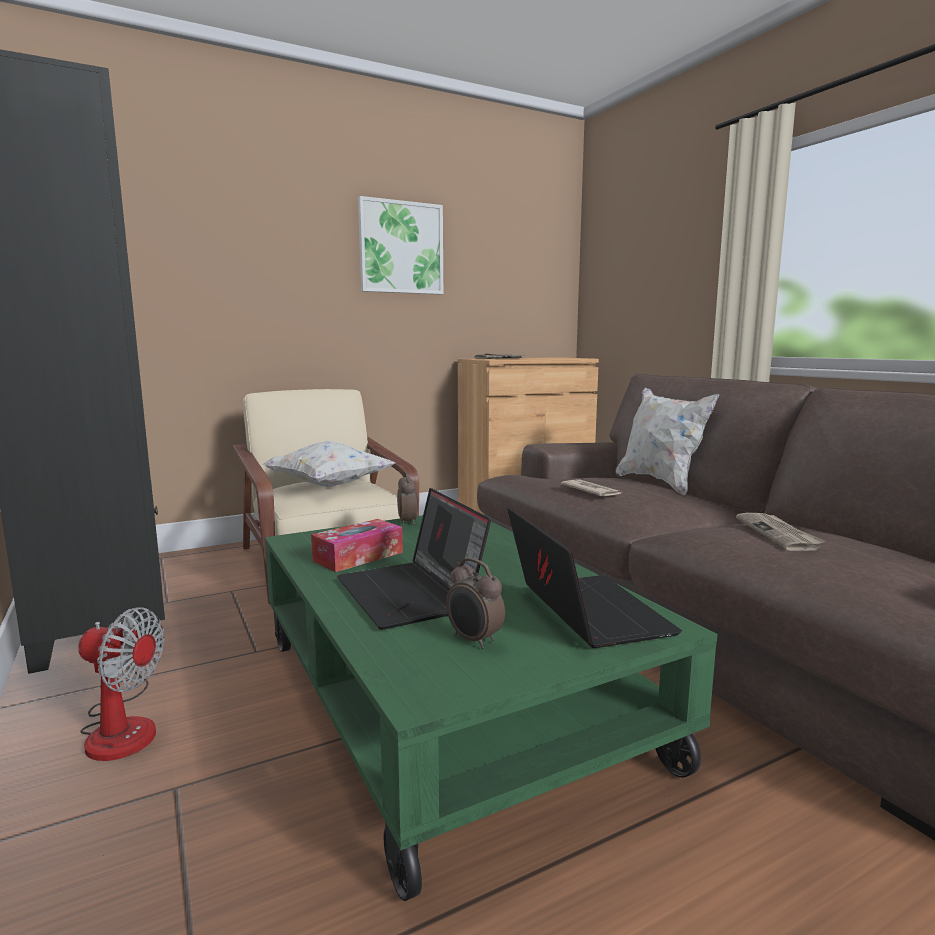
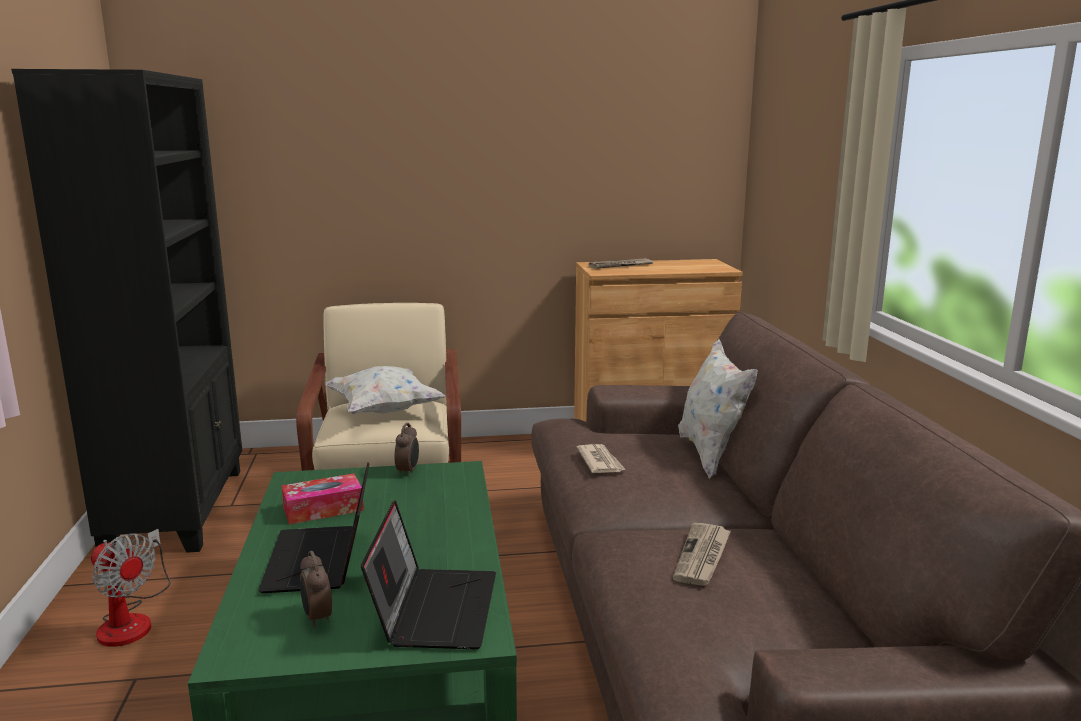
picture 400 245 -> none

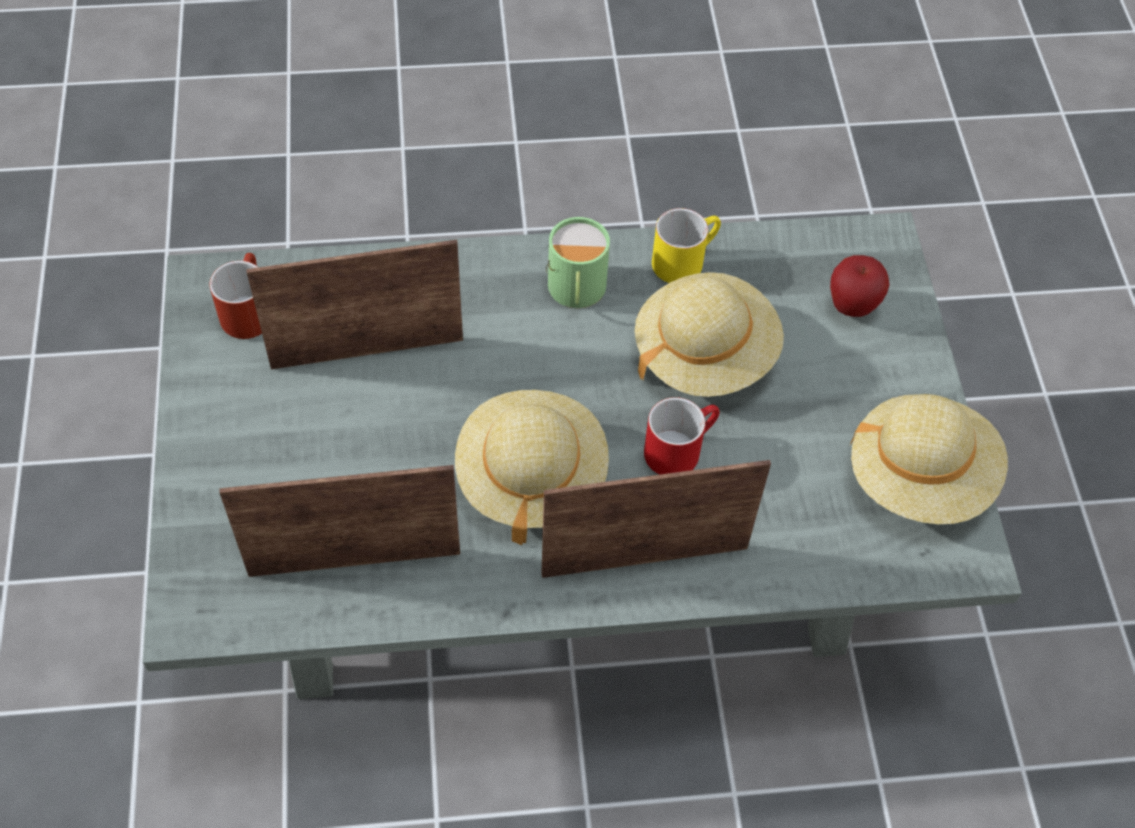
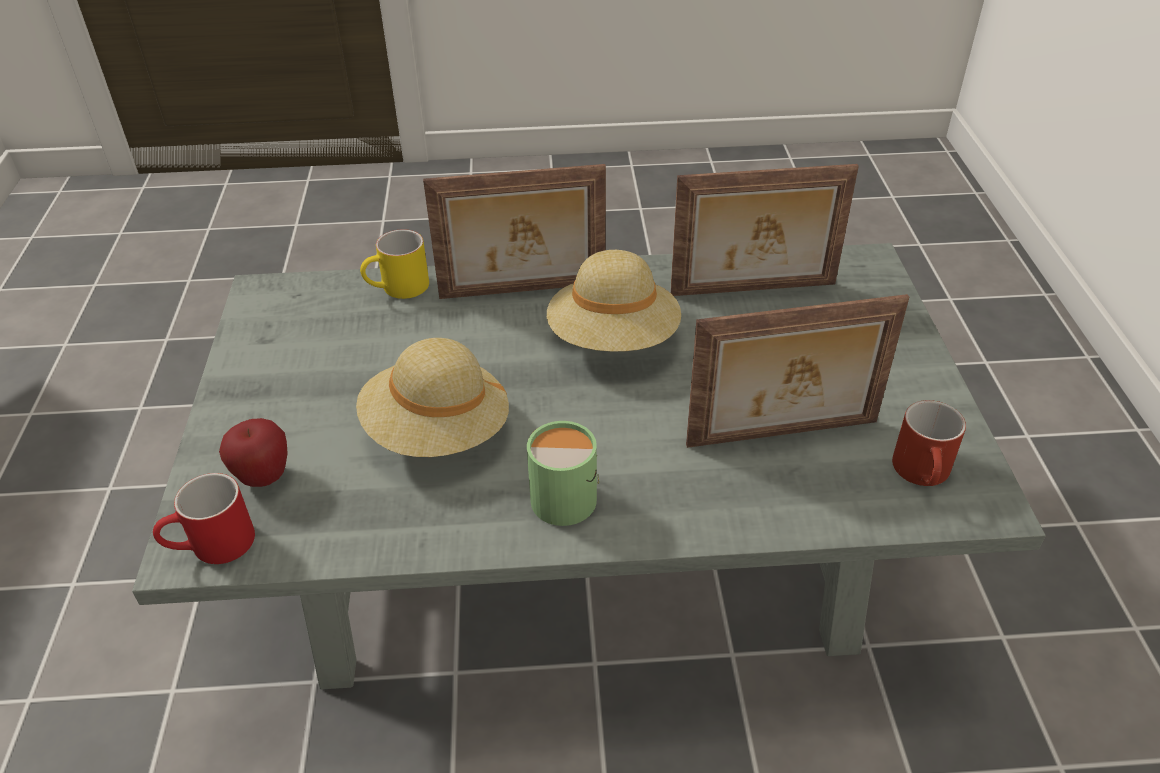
beige hat 929 459 -> none
red mug 682 436 -> red mug 204 518, moved
yellow mug 686 245 -> yellow mug 394 264, moved

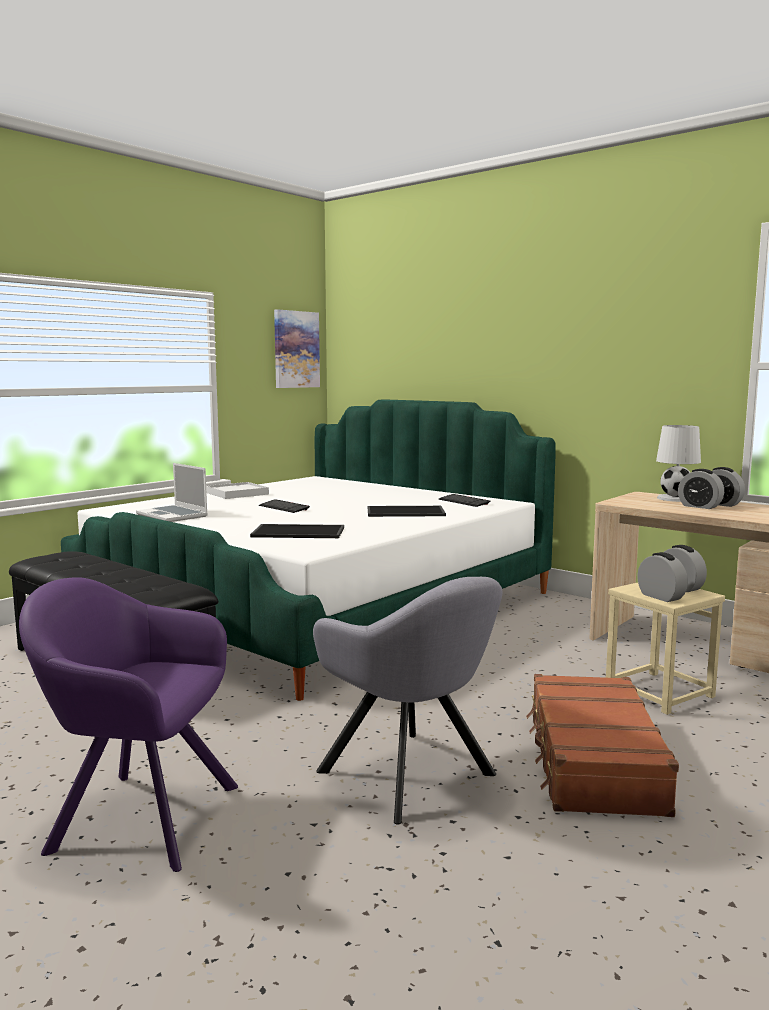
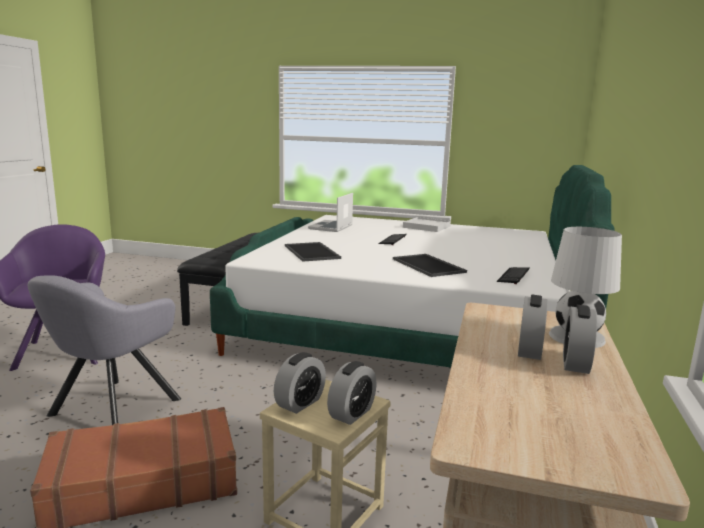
picture 297 348 -> none

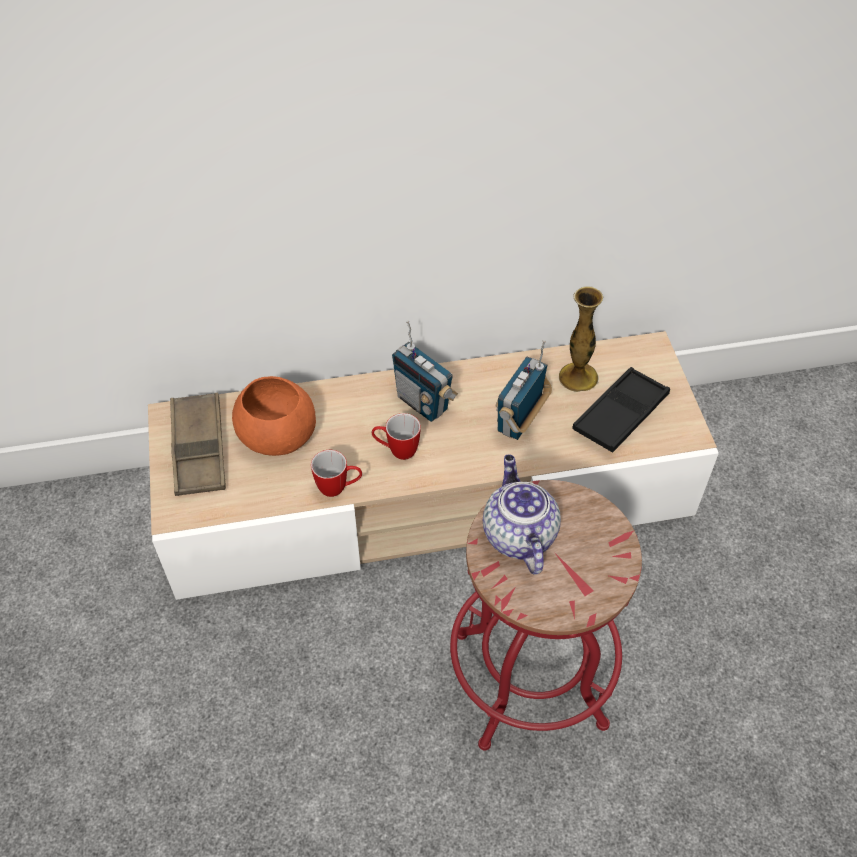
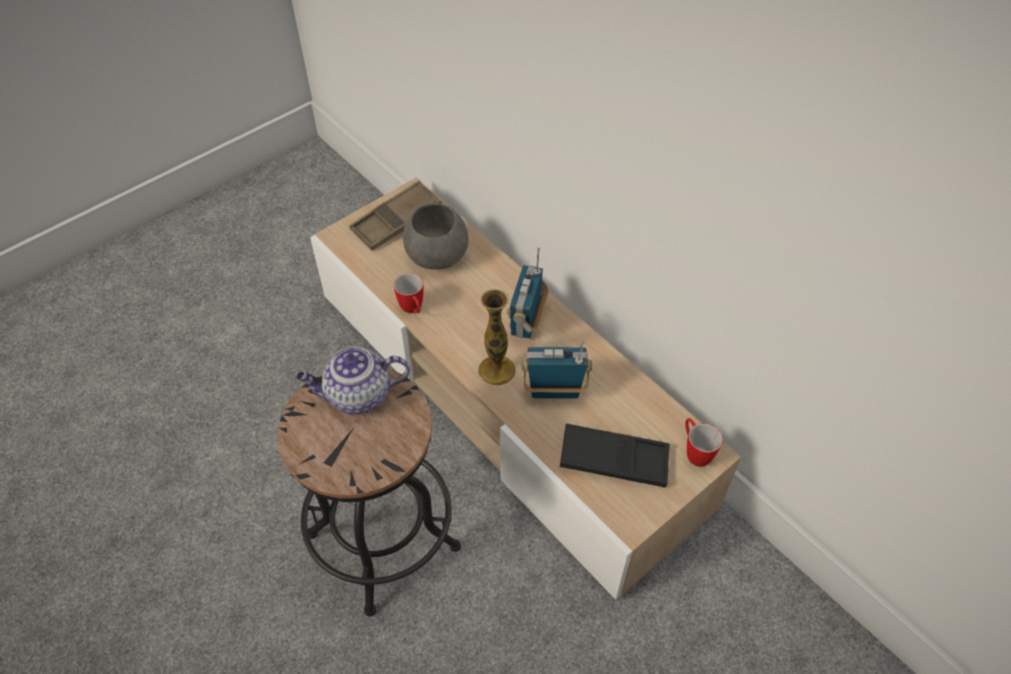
mug 396 436 -> mug 704 442, moved
vase 581 339 -> vase 497 337, moved
orange bowl 274 416 -> grey bowl 436 236
red stool 546 615 -> black stool 369 492
teapot 522 514 -> teapot 353 381, 150 degrees counterclockwise

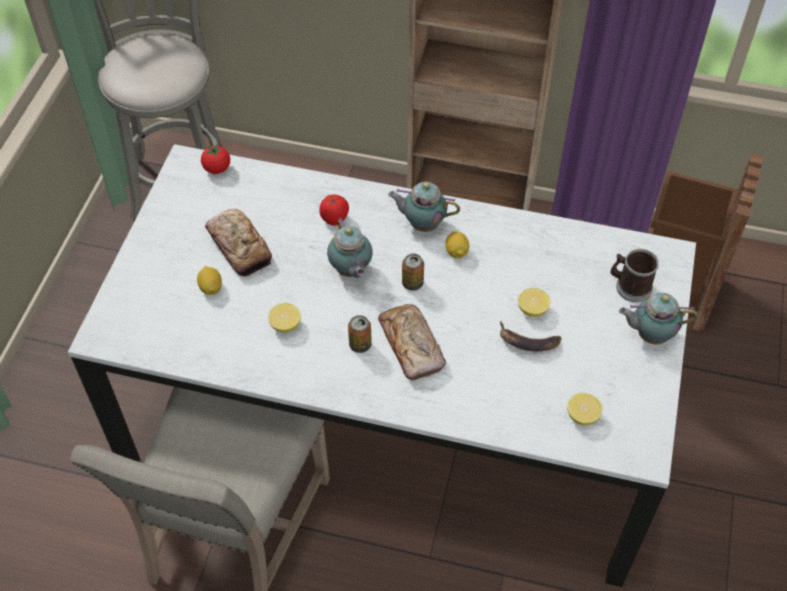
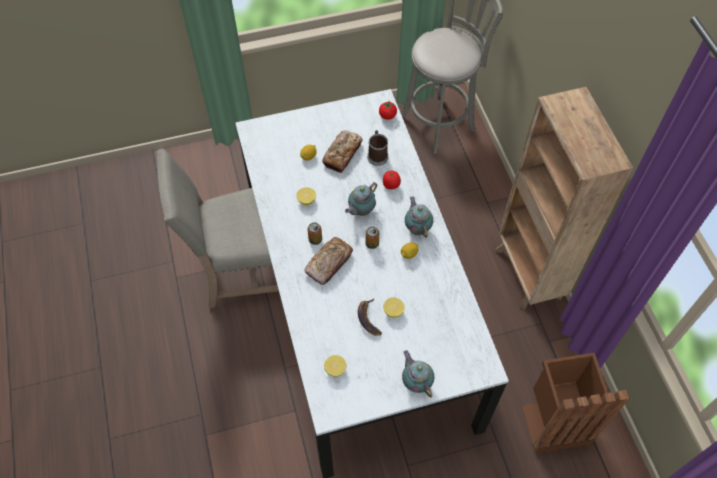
mug 635 276 -> mug 377 148, moved

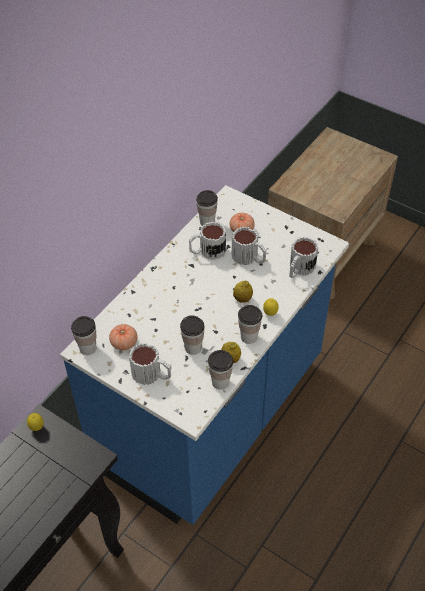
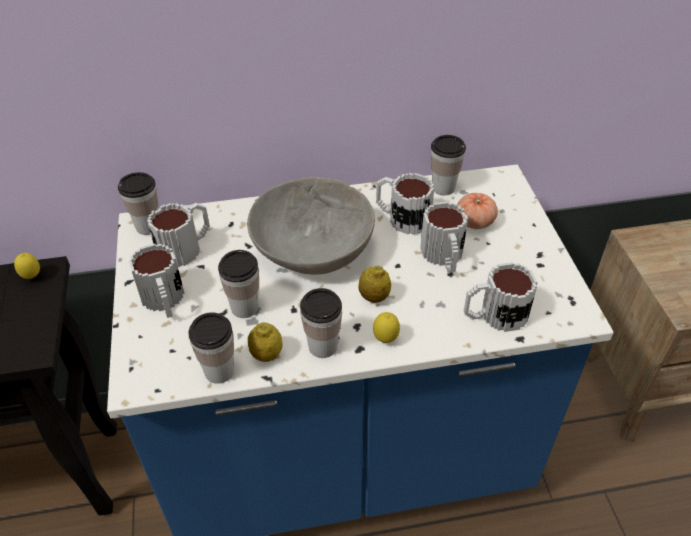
none -> grey bowl 311 225
tomato 123 337 -> mug 178 235

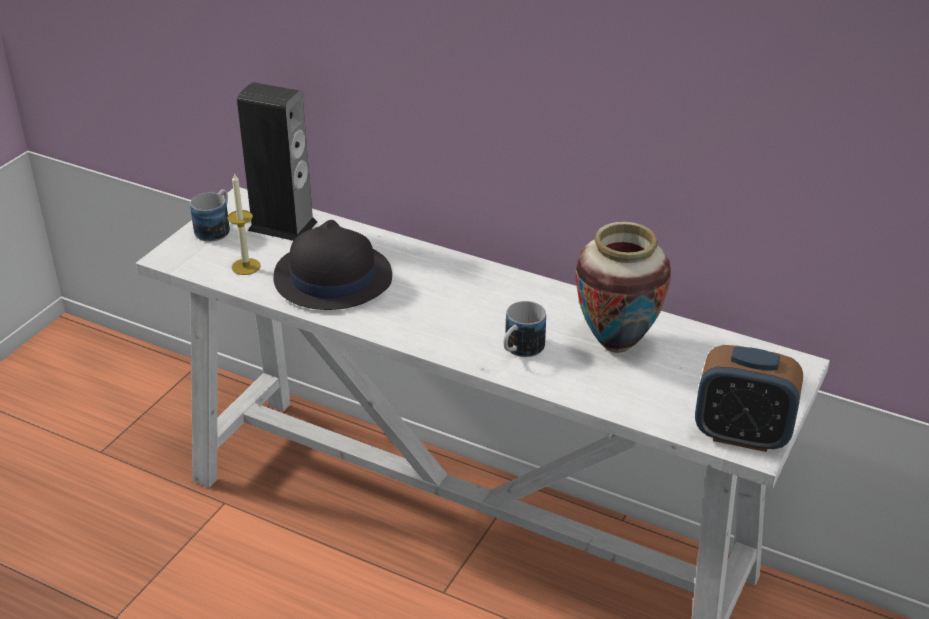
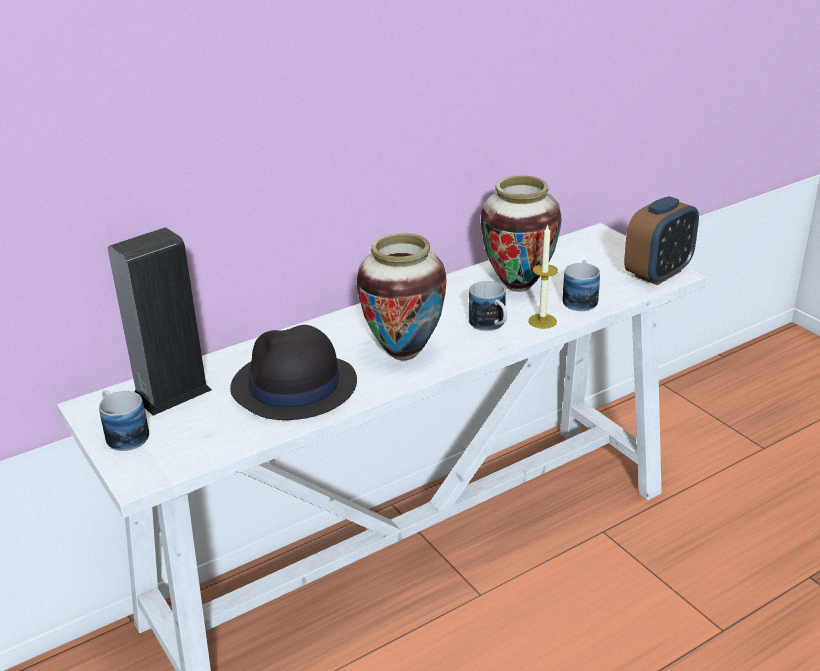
none -> vase 401 296
none -> mug 581 285
candle 244 223 -> candle 543 276, moved

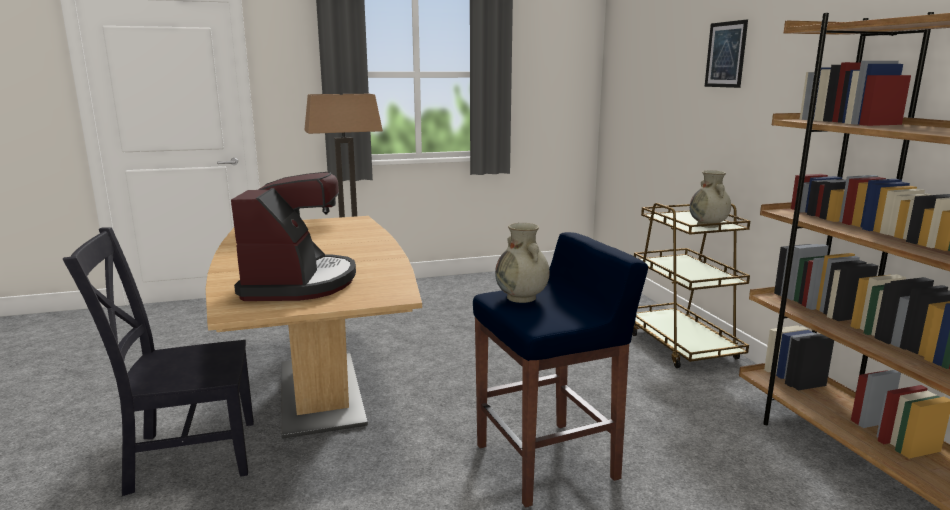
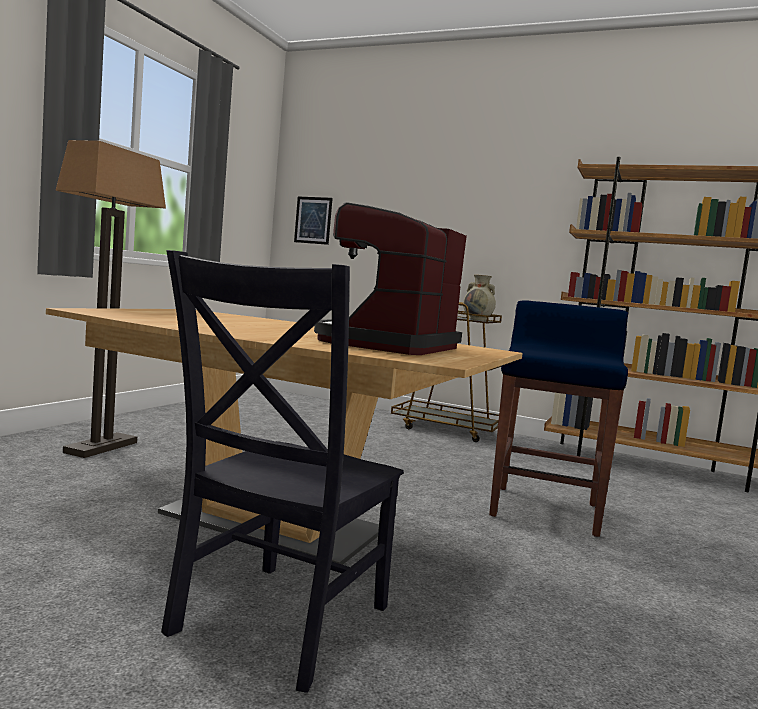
beige vase 522 263 -> none
picture 726 54 -> picture 313 220, moved
coffee machine 293 236 -> coffee machine 390 278, 105 degrees counterclockwise

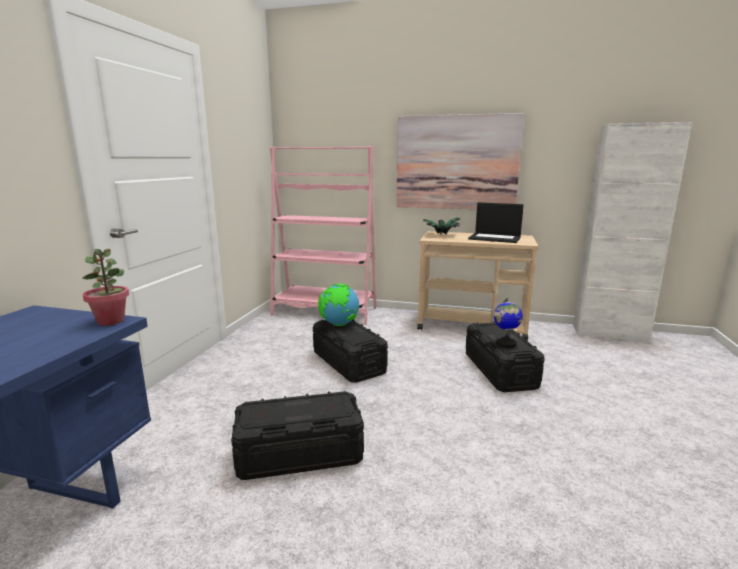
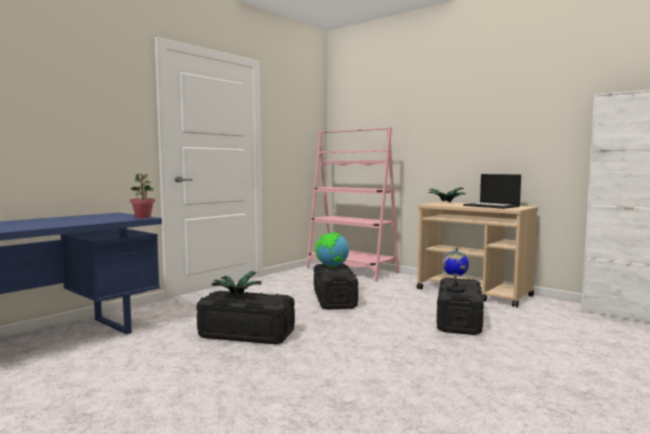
picture 460 161 -> none
none -> potted plant 236 283

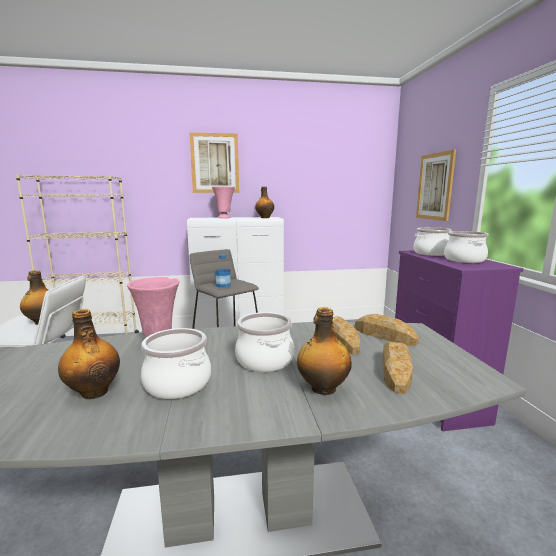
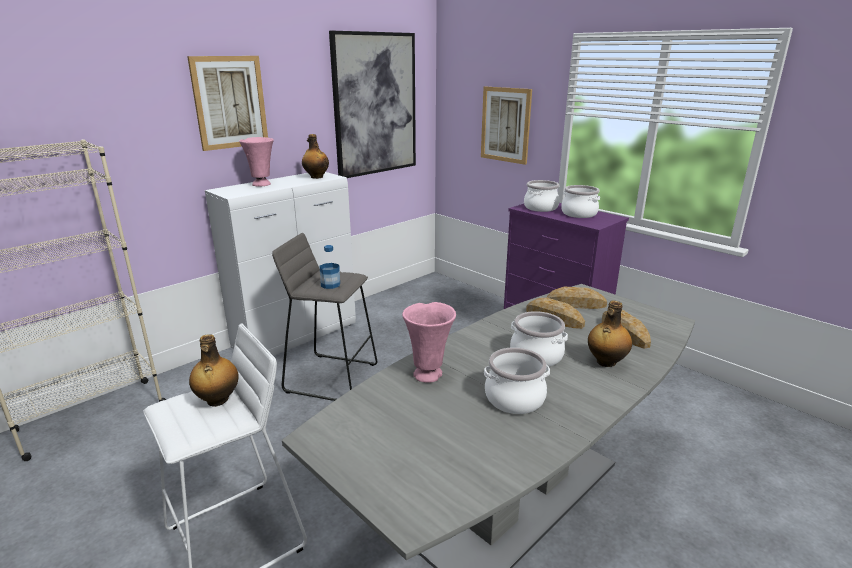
bottle 89 354 -> none
none -> picture 372 104

